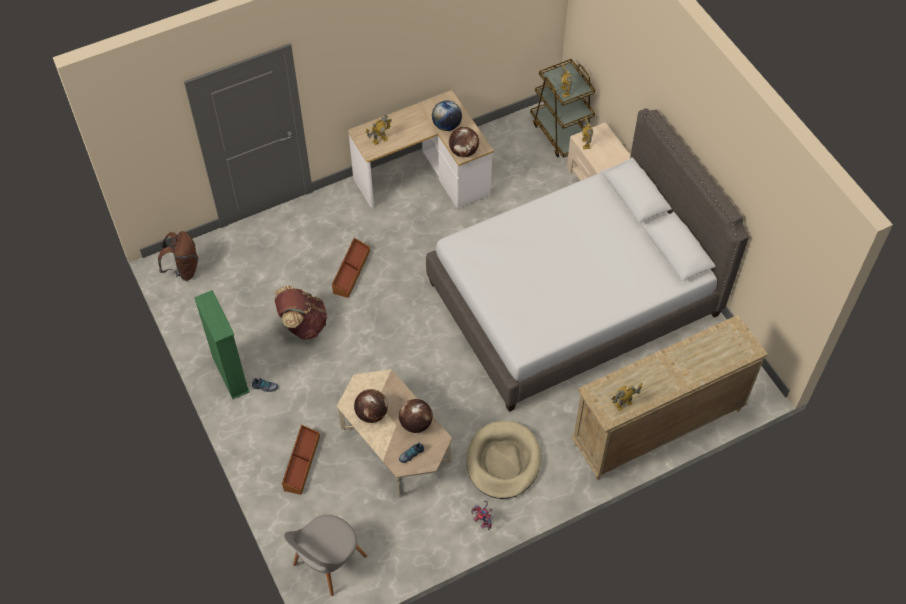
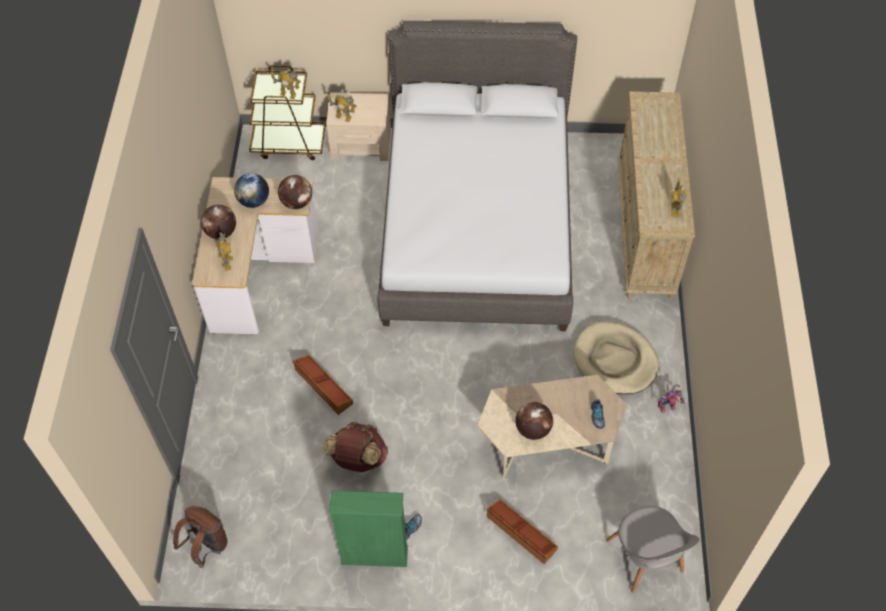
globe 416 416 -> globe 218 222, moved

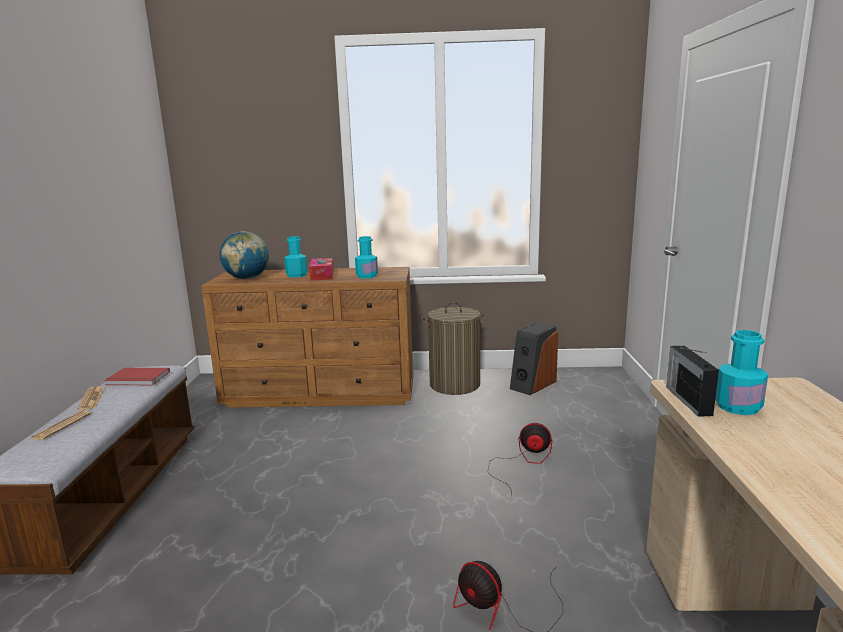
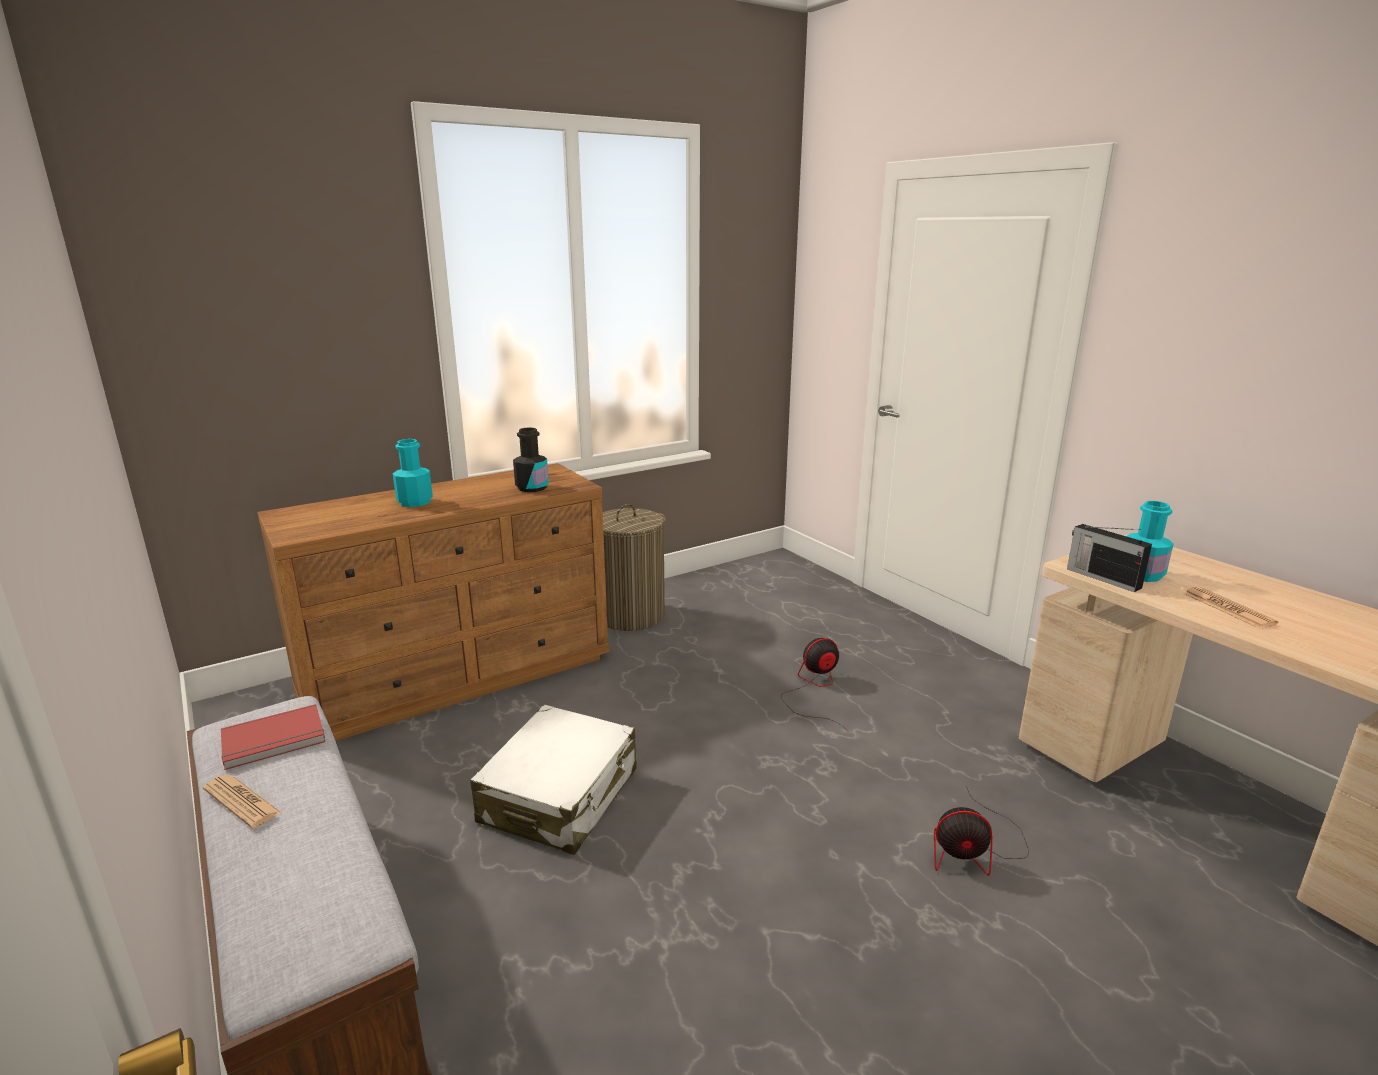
globe 244 255 -> none
tissue box 321 269 -> none
speaker 534 359 -> none
none -> white suitcase 553 780
newspaper 61 425 -> newspaper 1231 607, moved
turquoise bottle 366 257 -> black bottle 531 460

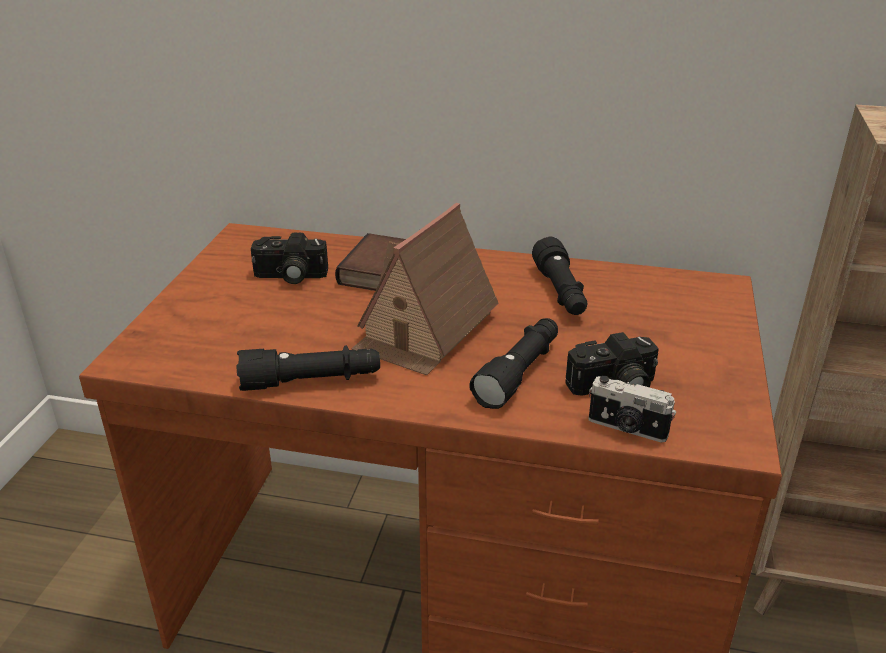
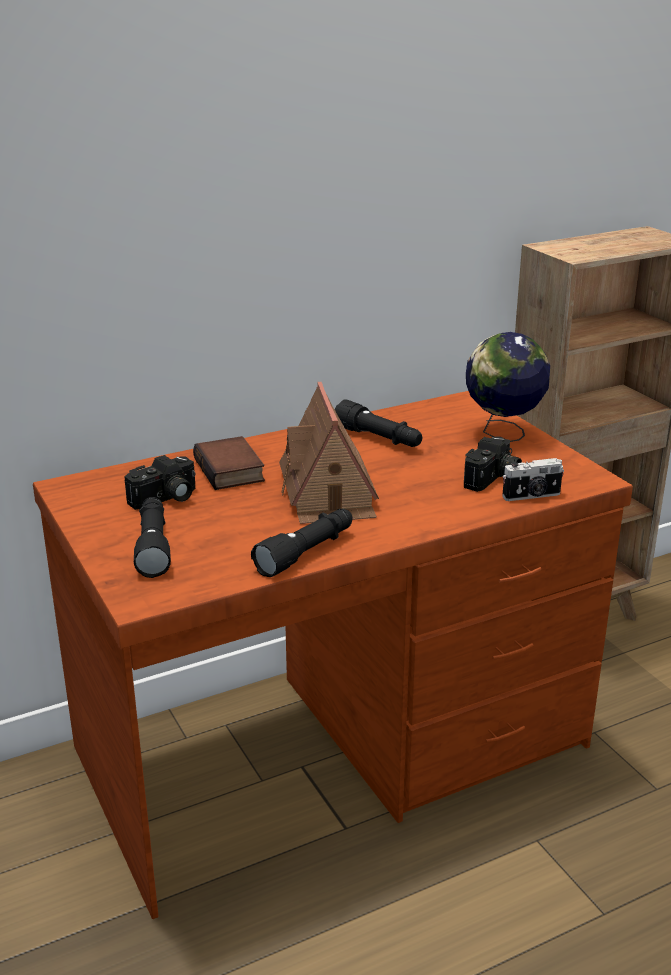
none -> globe 508 387
black flashlight 513 363 -> black flashlight 152 537, moved

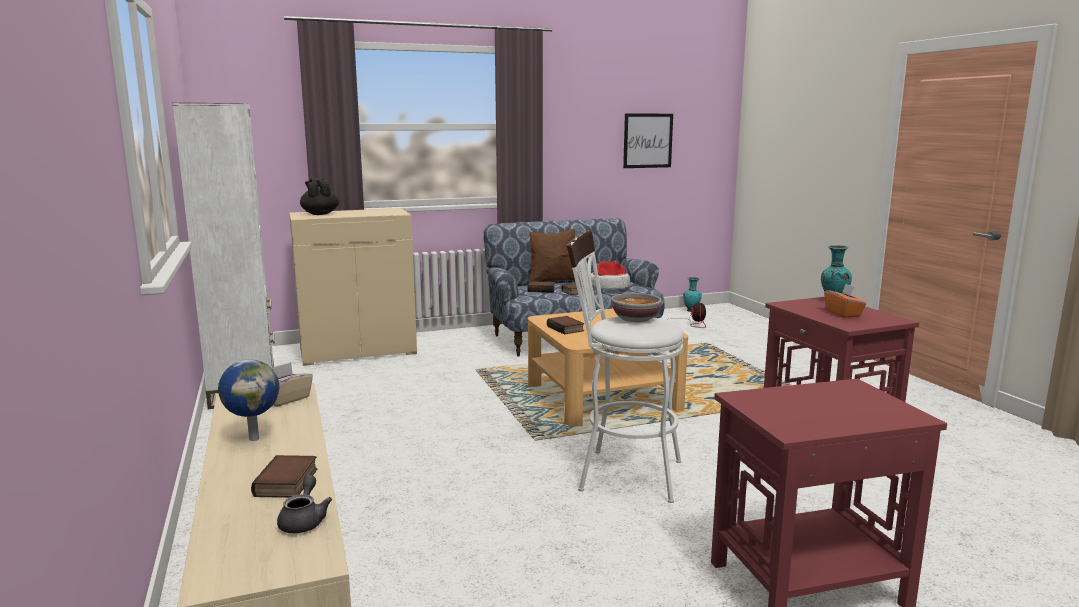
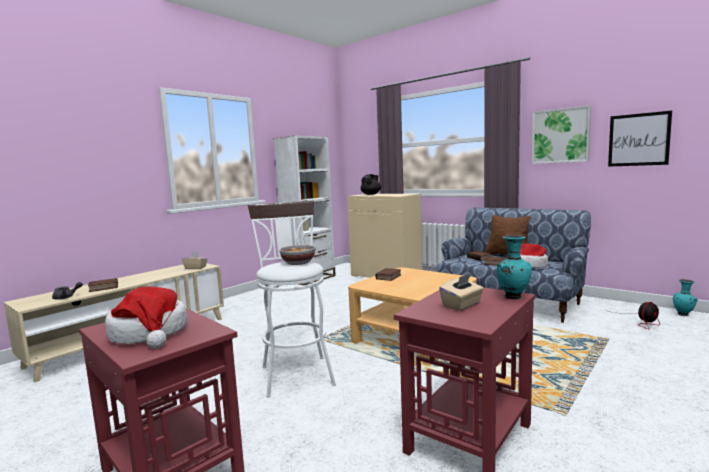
globe 248 400 -> none
none -> hat 146 318
none -> picture 561 134
orange tissue box 845 301 -> beige tissue box 461 292

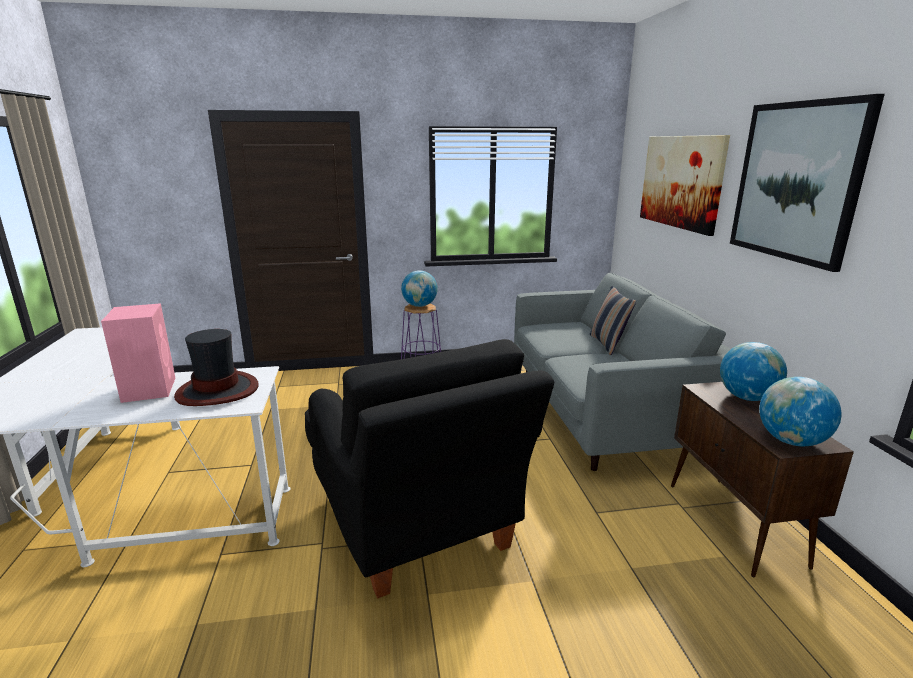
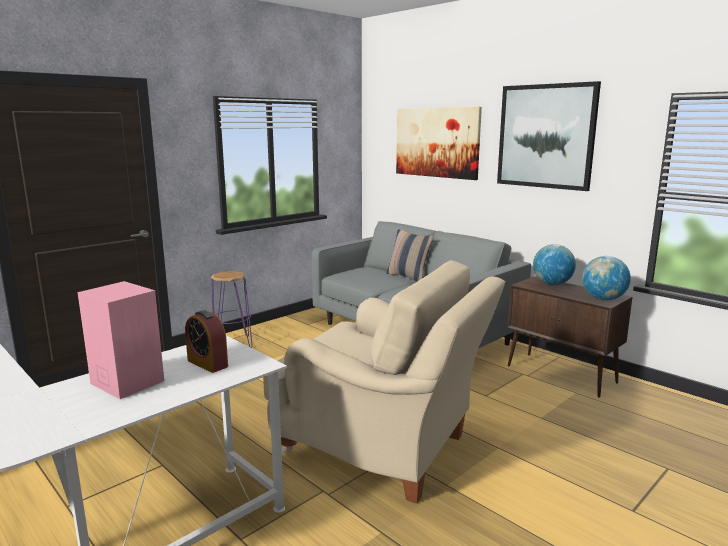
globe 419 288 -> none
hat 216 367 -> alarm clock 206 341
black armchair 429 468 -> beige armchair 384 382

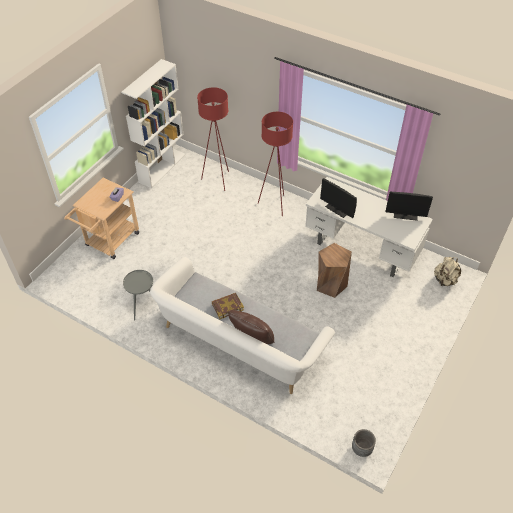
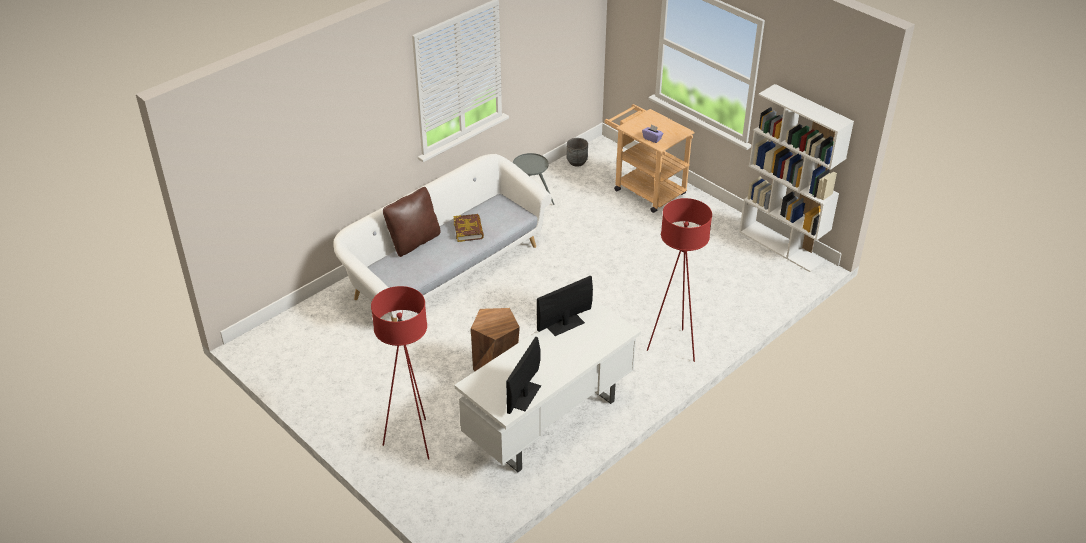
beige backpack 447 272 -> none
red floor lamp 213 139 -> red floor lamp 400 373, moved
grey planter 364 443 -> grey planter 577 152, moved

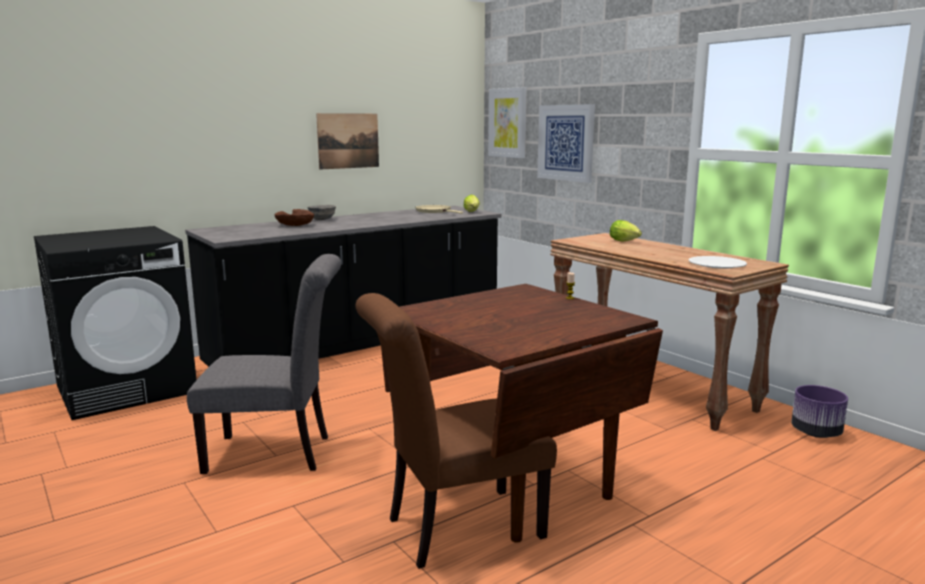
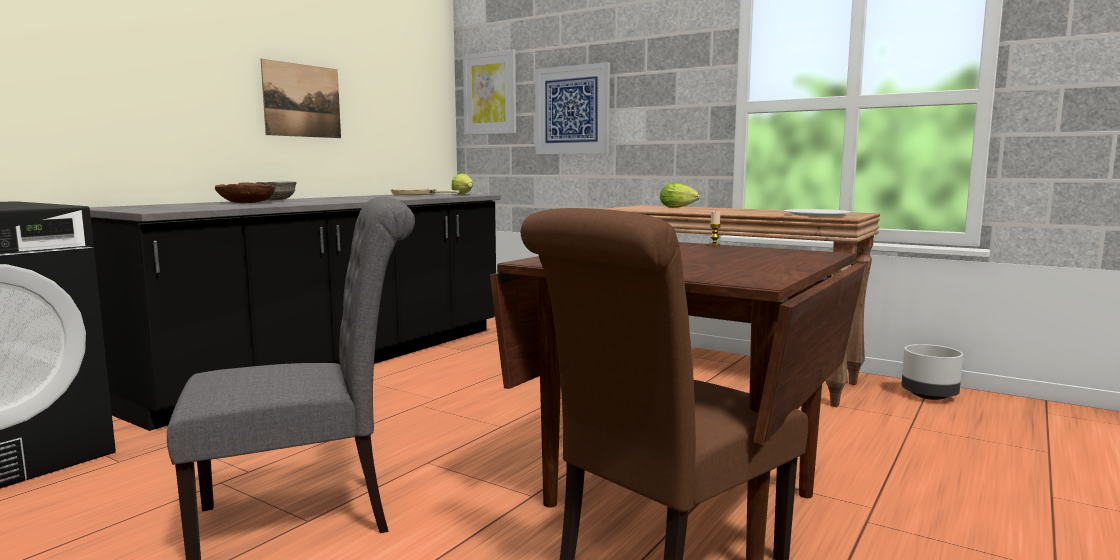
purple planter 819 411 -> grey planter 932 372

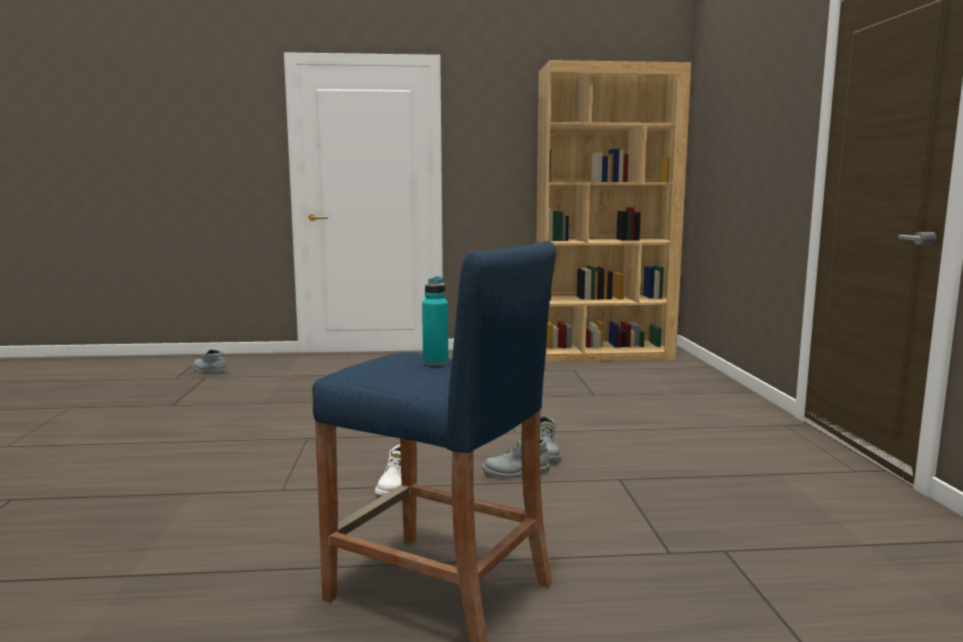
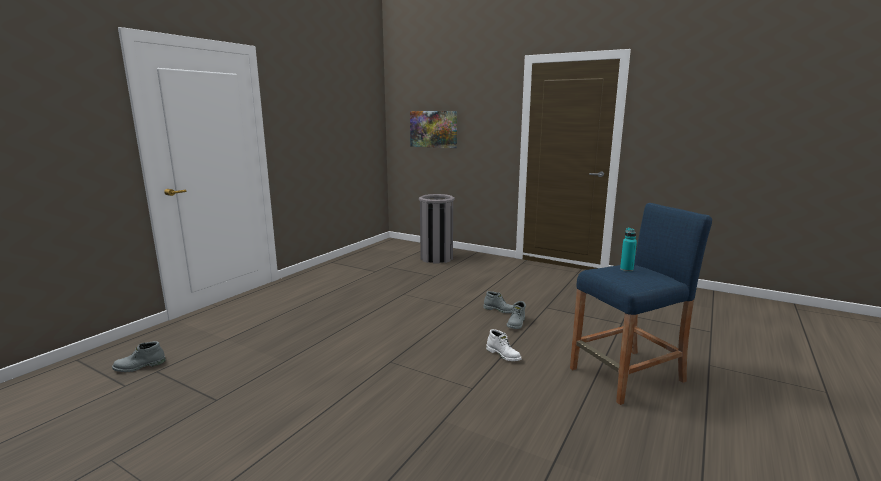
brown bookcase 613 211 -> none
none -> picture 433 129
none -> grey trash can 437 229

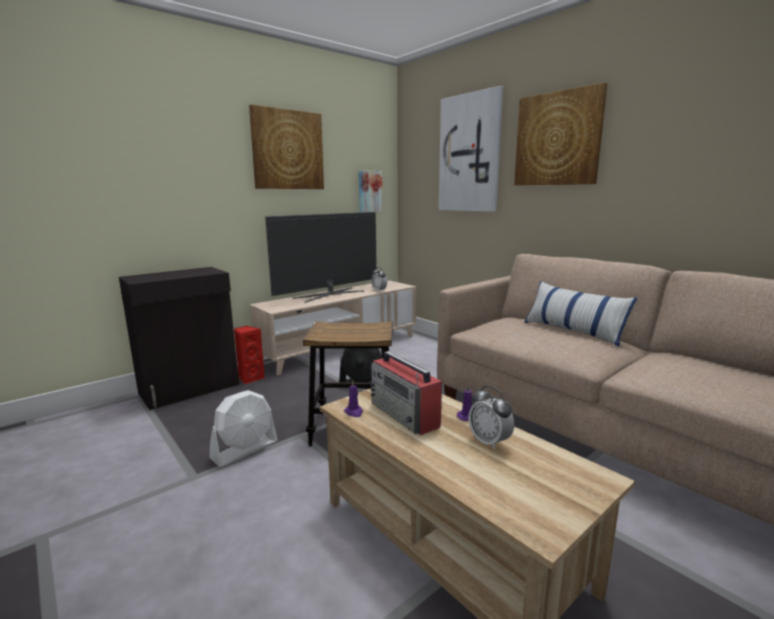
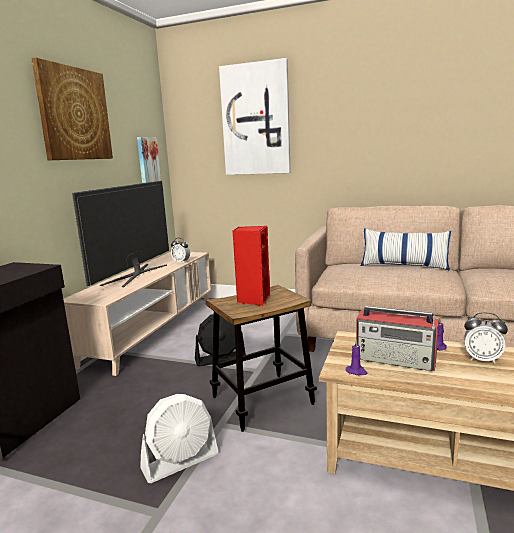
picture 561 133 -> none
red speaker 249 355 -> red speaker 251 266, moved
white fan 243 428 -> white fan 179 438, 45 degrees clockwise

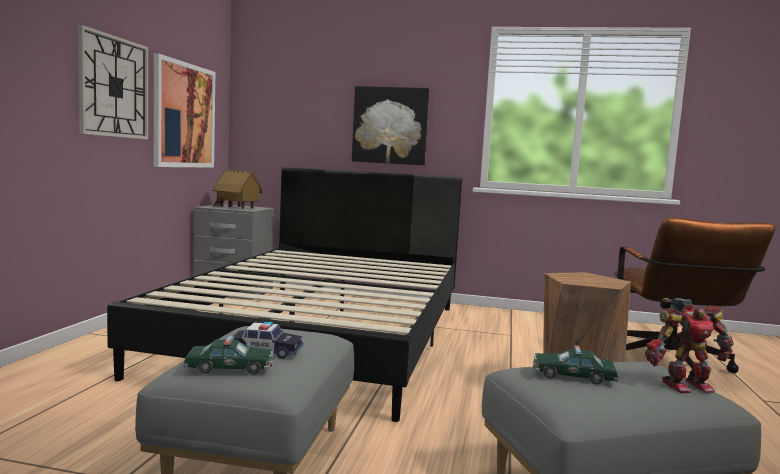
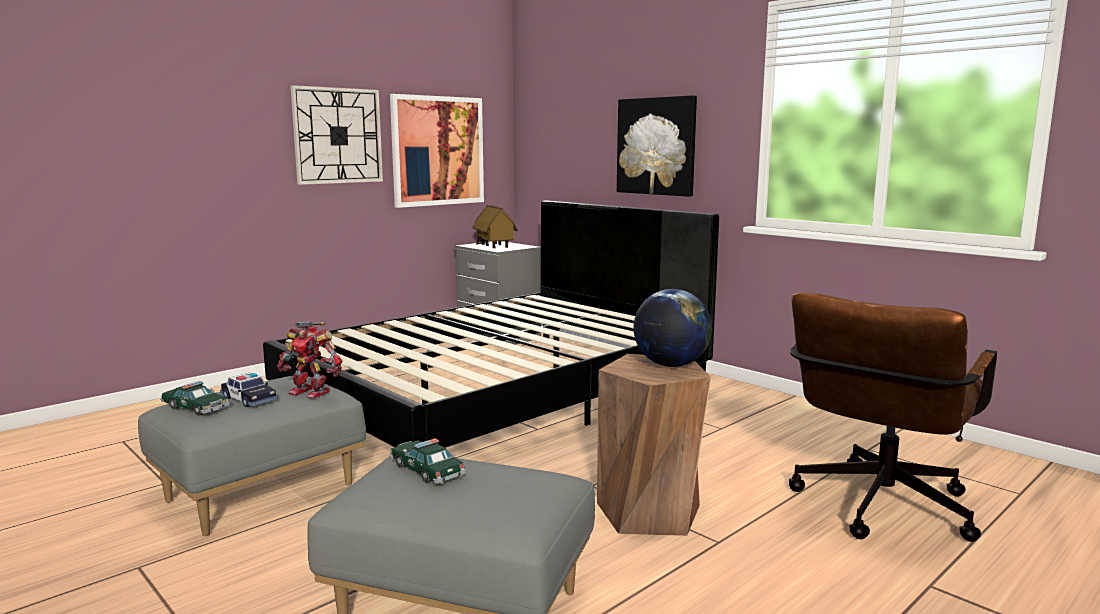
none -> globe 673 328
toy robot 689 345 -> toy robot 310 360, moved

